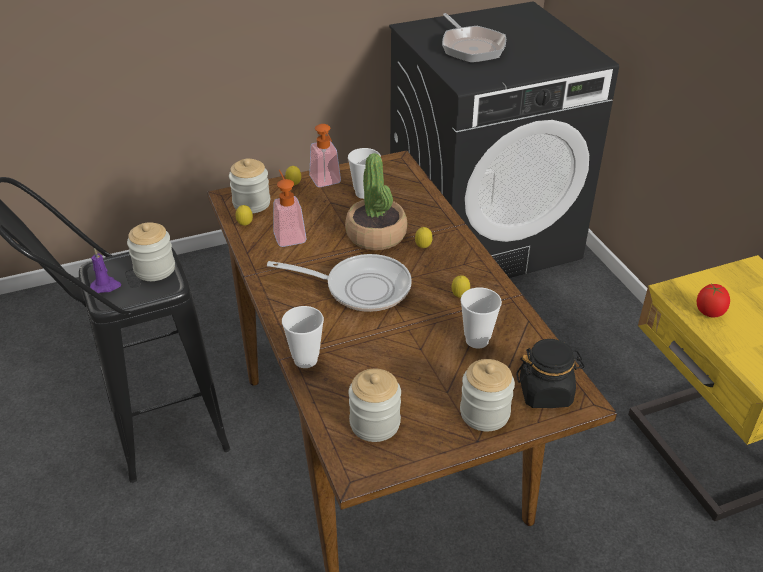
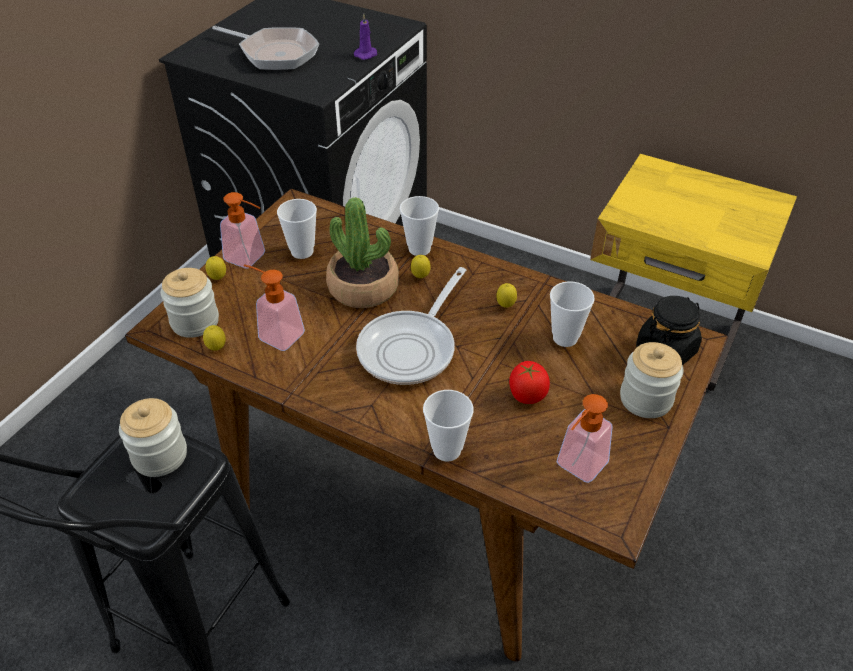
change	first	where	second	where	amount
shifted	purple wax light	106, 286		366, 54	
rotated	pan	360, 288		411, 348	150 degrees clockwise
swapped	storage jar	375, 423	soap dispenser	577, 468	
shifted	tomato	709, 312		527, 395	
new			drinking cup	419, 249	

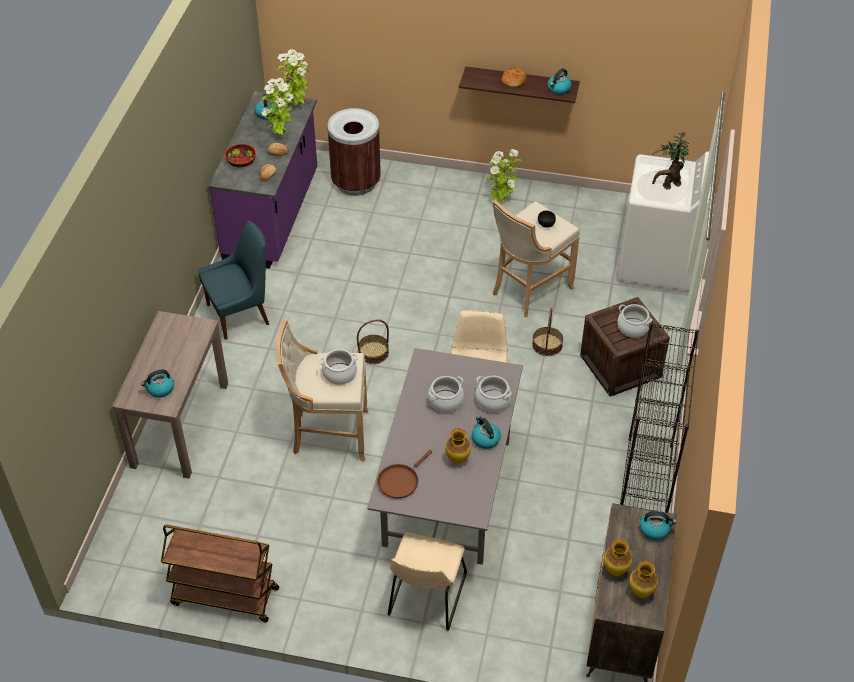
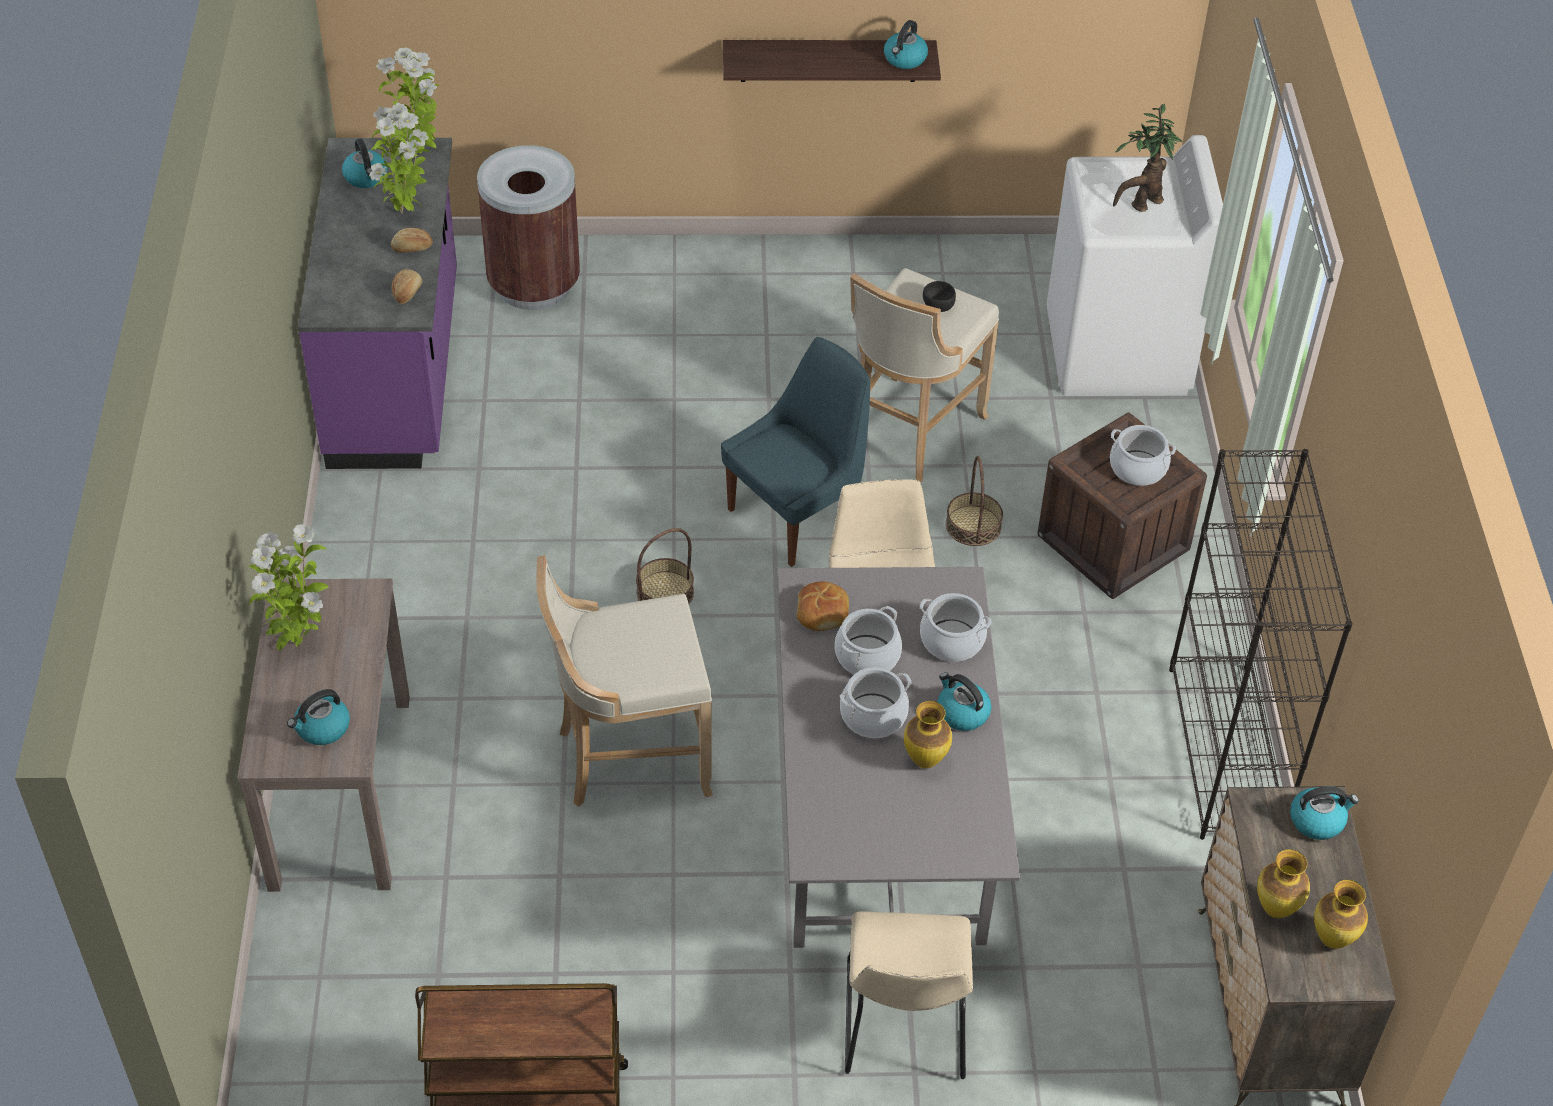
change	first	where	second	where	amount
shifted	bluish upright chair	240, 314		797, 515	
gone	bowl	241, 162			
shifted	stockpot	339, 374		873, 716	
gone	brownish pan	400, 481			
shifted	houseplant	500, 202		298, 642	
shifted	bakery bread	514, 81		822, 612	

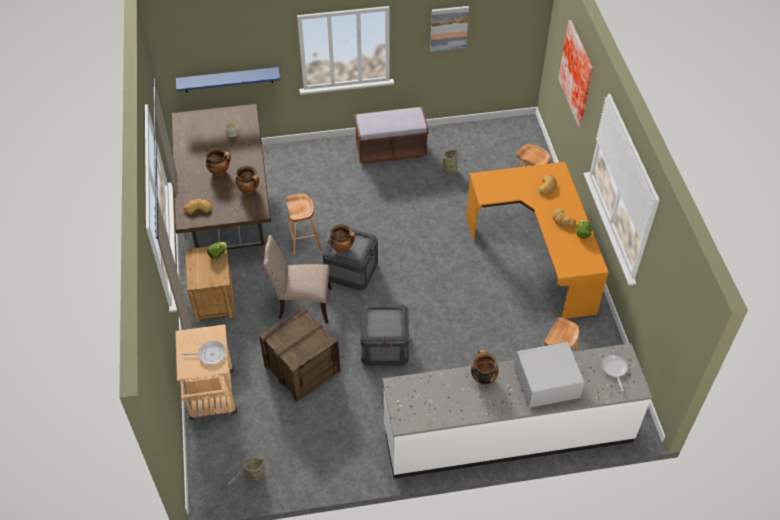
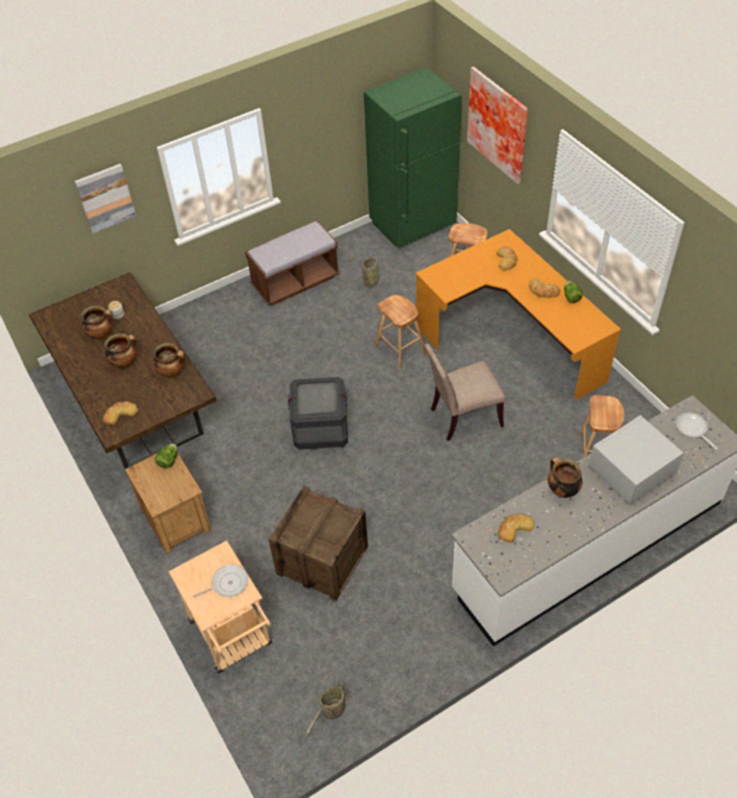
change	first	where	second	where	amount
gone	bluish shelf	228, 79			
shifted	beige upright chair	302, 304		462, 417	
shifted	brownish sitting stool	304, 239		400, 349	
shifted	stockpot	342, 248		102, 334	
gone	crate	384, 347			
shifted	wall art	449, 28		105, 198	
new			greenish refrigerator	413, 225	
new			bakery bread	514, 528	

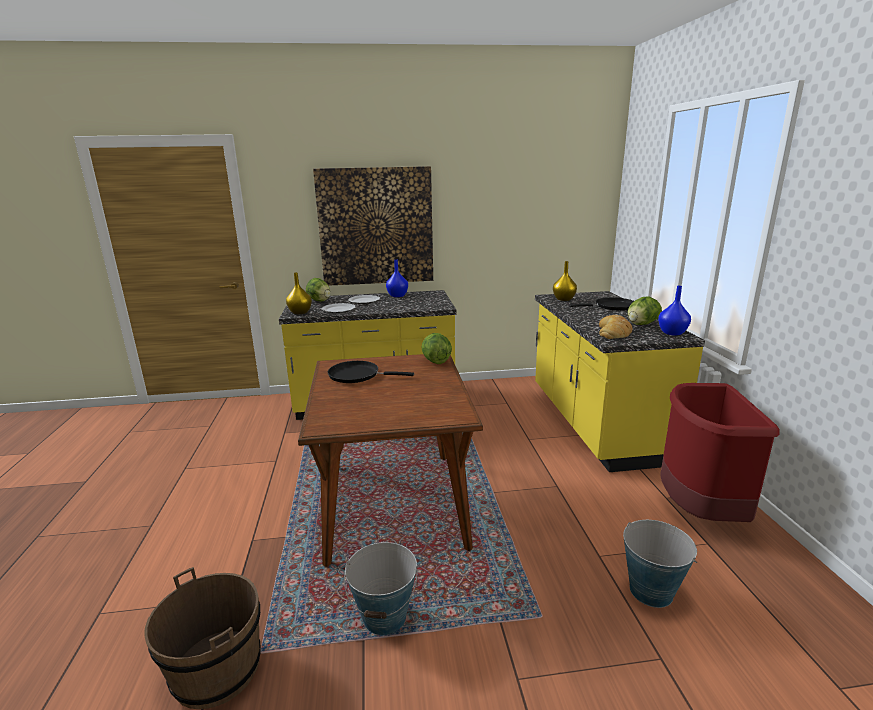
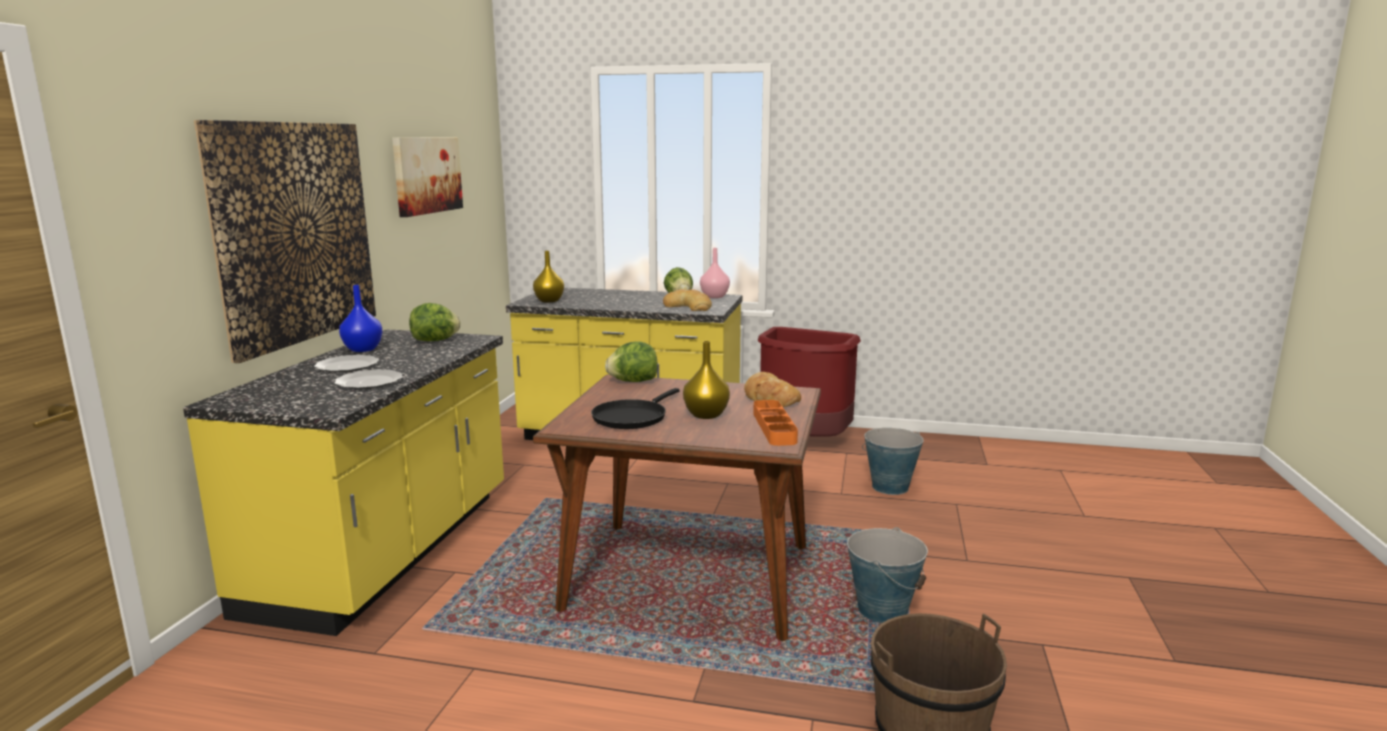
change	first	where	second	where	amount
shifted	yellowish vase	300, 312		705, 415	
shifted	lettuce	319, 301		435, 340	
gone	blackish pan	612, 307			
repainted	bluish vase	672, 333	pinkish vase	715, 297	
new			wall art	427, 175	
new			bakery bread	769, 397	
new			orangey tray	774, 427	

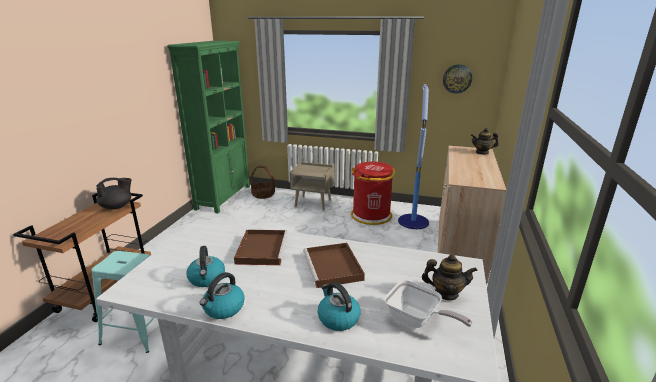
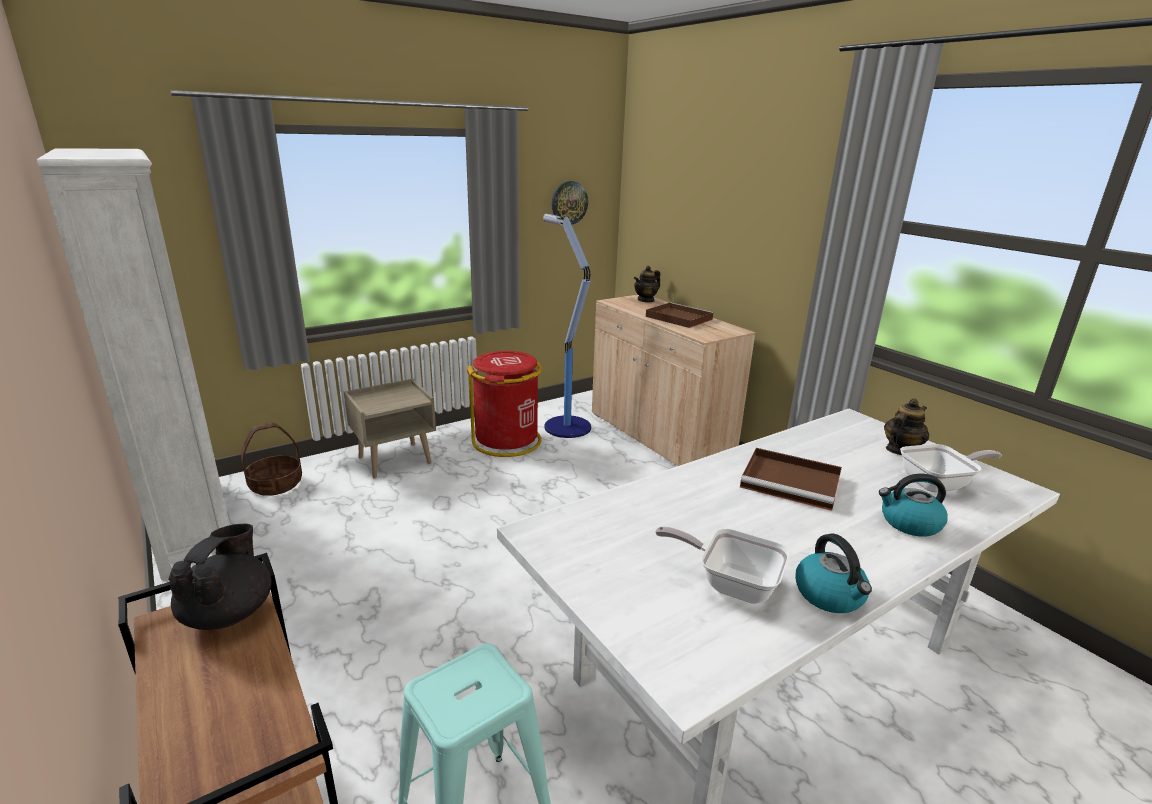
change	first	where	second	where	amount
repainted	greenish bookshelf	224, 197	whitish bookshelf	192, 524	
swapped	tea kettle	207, 278	pan	730, 583	
shifted	brownish tray	262, 248		677, 318	

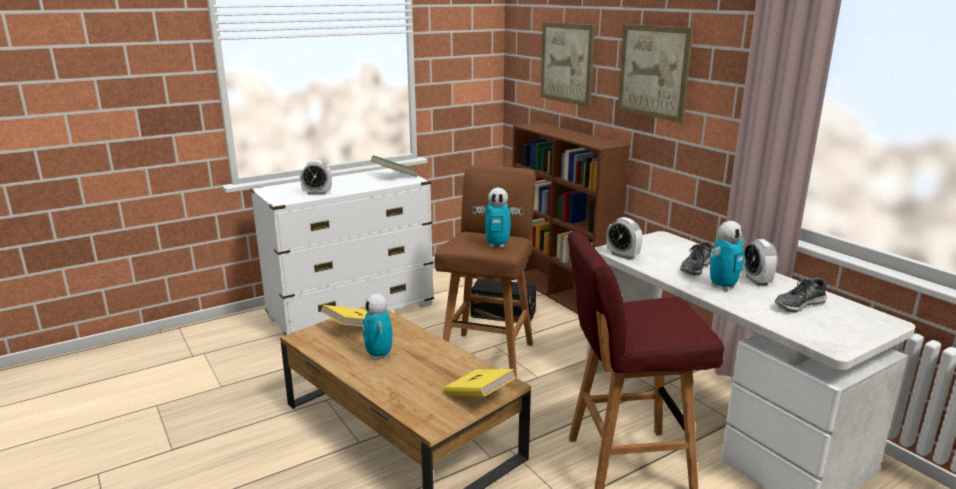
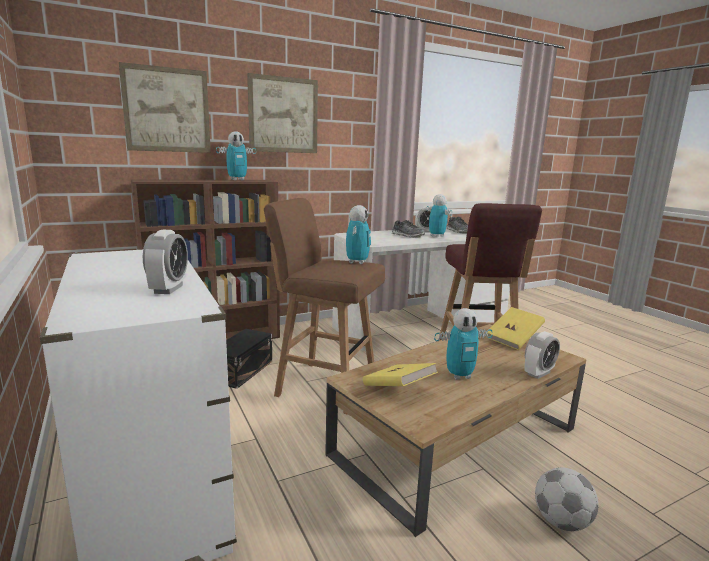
change	first	where	second	where	amount
gone	greenish volume	395, 176			
shifted	table clock	622, 255		538, 373	
new			model robot	237, 180	
new			football	561, 522	

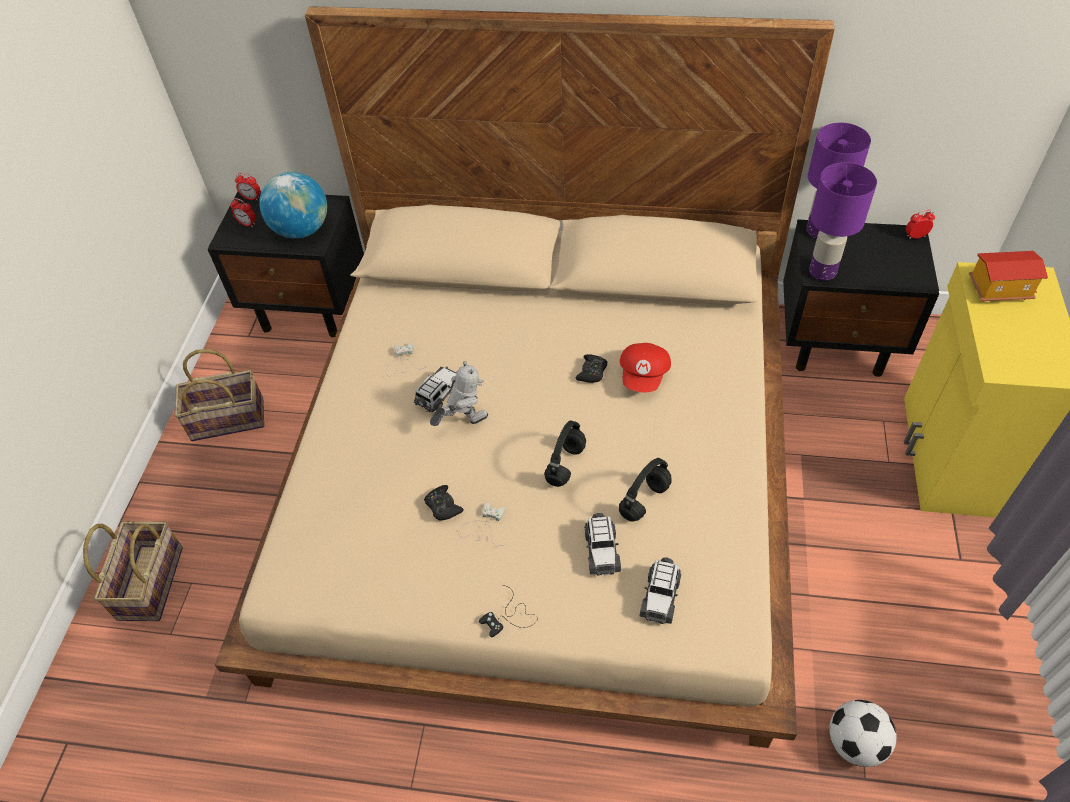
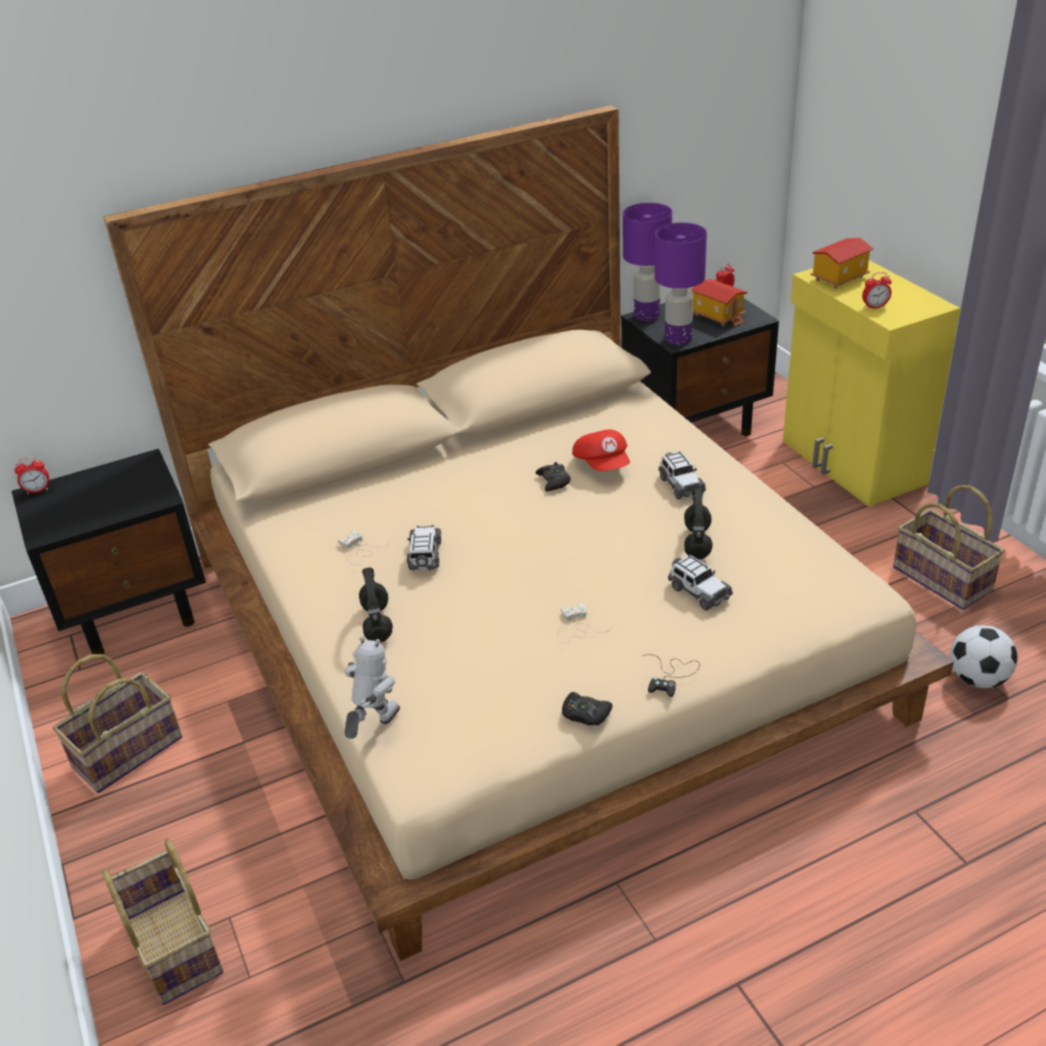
change	first	where	second	where	amount
shifted	table clock	247, 224		874, 307	
gone	world globe	301, 230			
shifted	blackish joypad	443, 506		585, 714	
shifted	model robot	463, 422		374, 727	
shifted	blackish headphones	566, 465		378, 624	
shifted	miniature car	660, 596		680, 485	
new			toy house	718, 316	
new			household basket	943, 579	

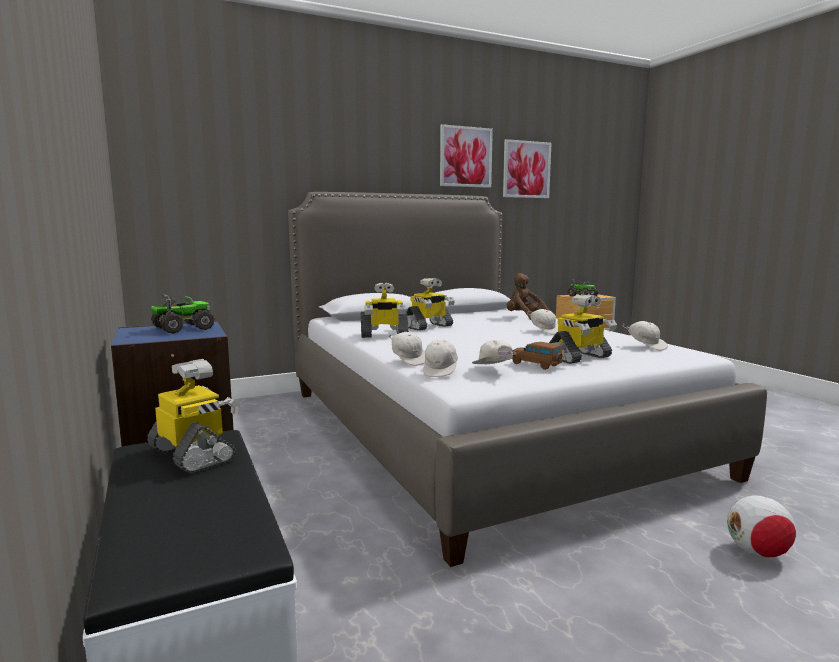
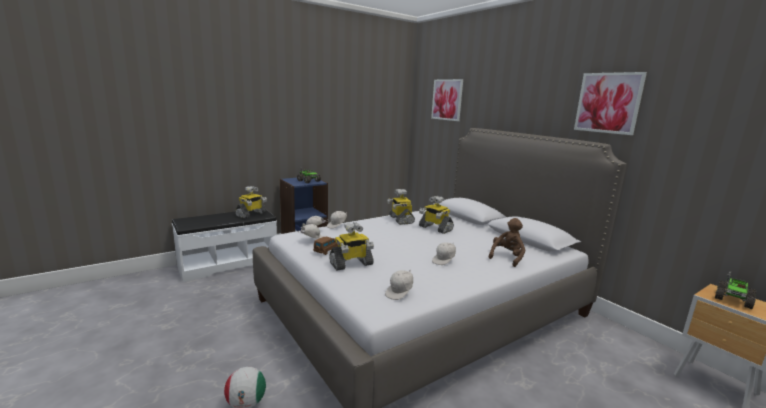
change	first	where	second	where	amount
shifted	wall art	526, 169		447, 99	
rotated	model robot	579, 358		351, 264	75 degrees counterclockwise

